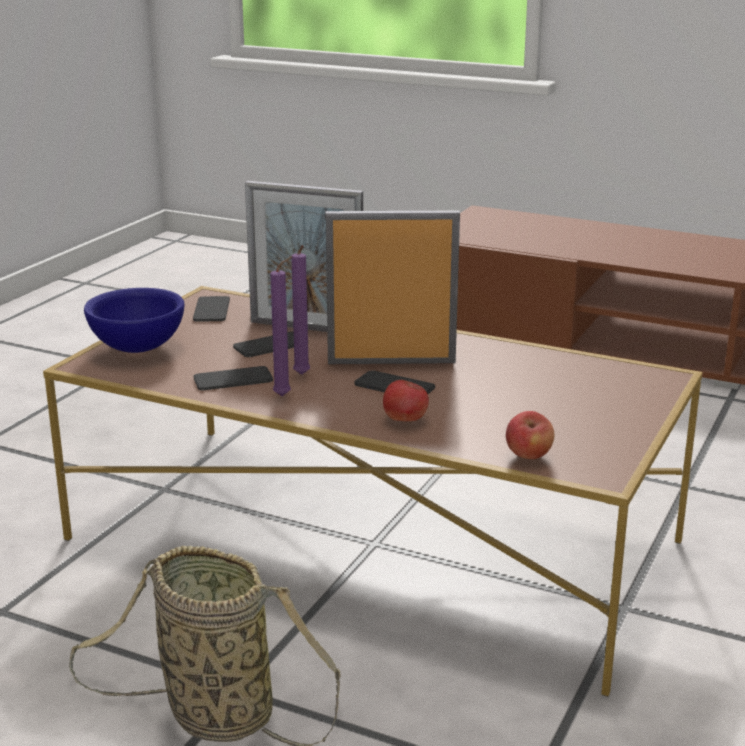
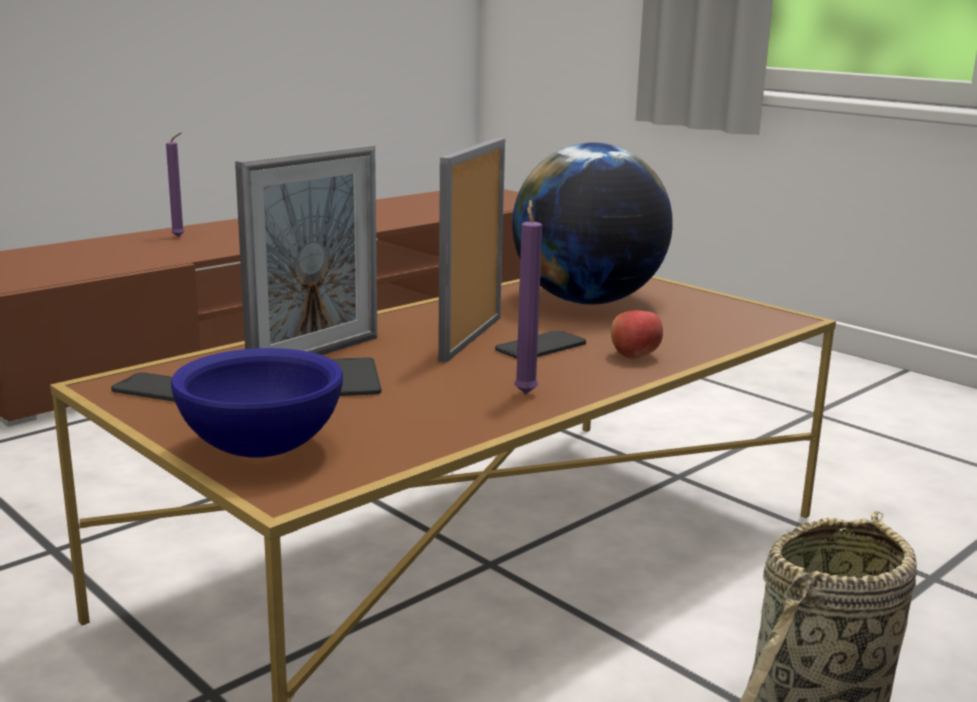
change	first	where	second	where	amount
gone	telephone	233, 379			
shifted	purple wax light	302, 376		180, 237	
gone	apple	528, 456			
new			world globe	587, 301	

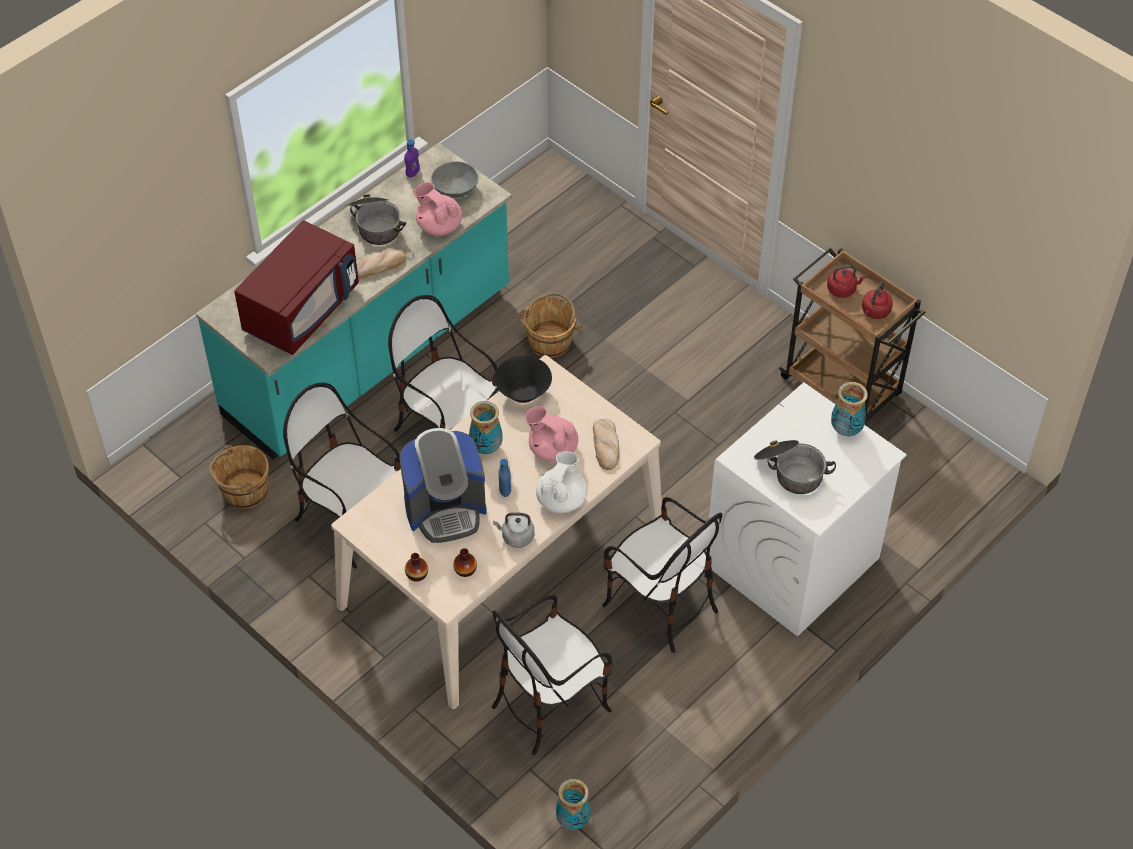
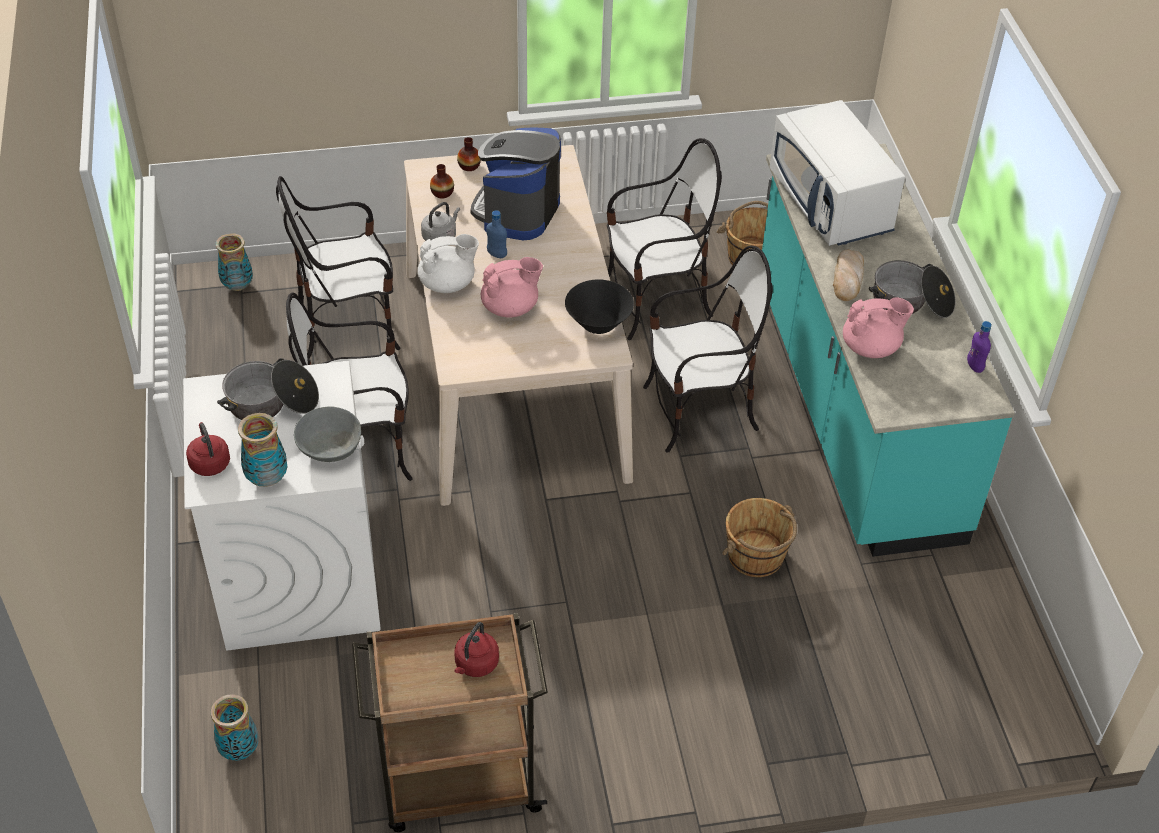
change	first	where	second	where	amount
repainted	reddish microwave	301, 309	whitish microwave	830, 204	
shifted	grey bowl	455, 190		329, 447	
shifted	vase	485, 447		240, 750	
rotated	upright chair	550, 704		347, 327	105 degrees counterclockwise
rotated	whitish tea pot	562, 499		448, 283	75 degrees counterclockwise
gone	bakery bread	606, 446			
shifted	reddish tea kettle	875, 312		209, 462	

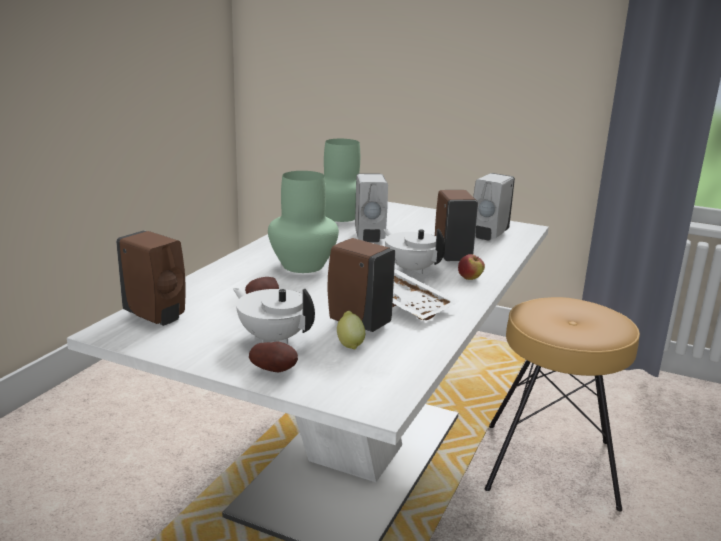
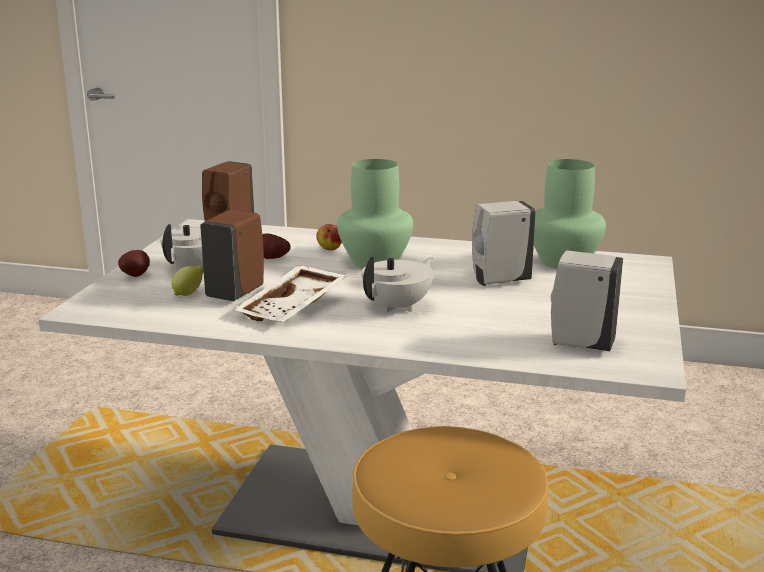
change	first	where	second	where	amount
gone	brownish soap dispenser	452, 256			
shifted	apple	470, 278		330, 249	

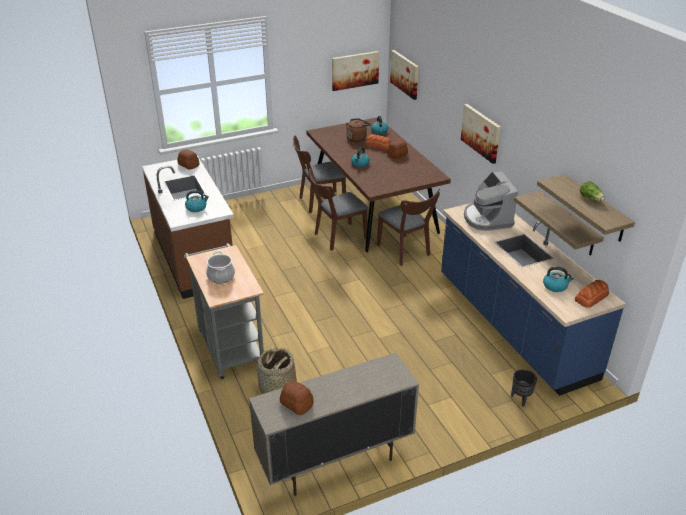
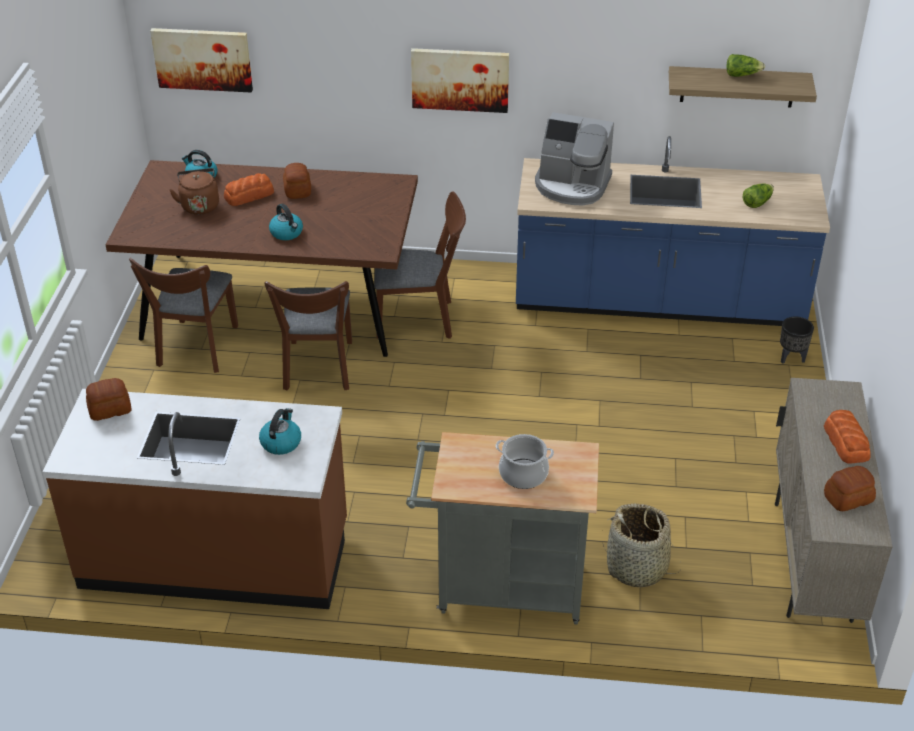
change	first	where	second	where	amount
gone	wall art	355, 70			
gone	shelf	568, 224			
swapped	tea kettle	555, 286	lettuce	757, 202	
shifted	bakery bread	592, 297		846, 442	

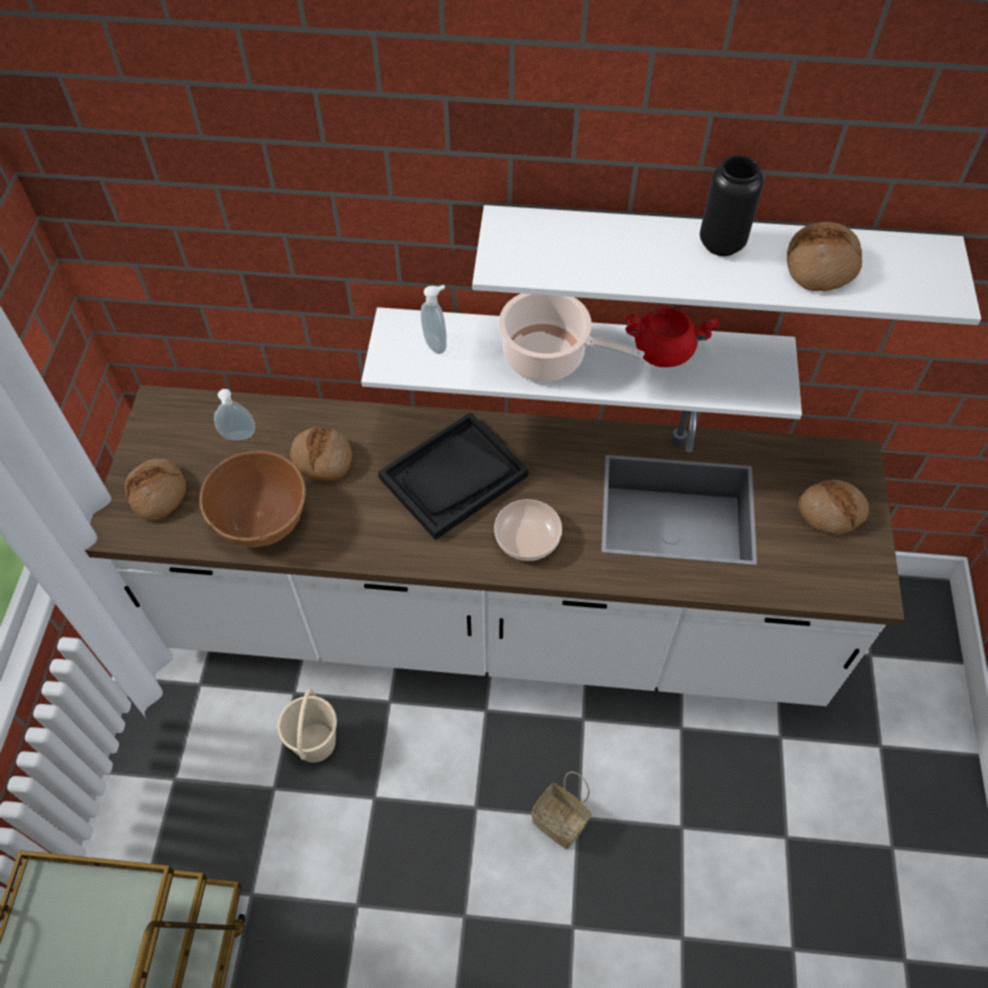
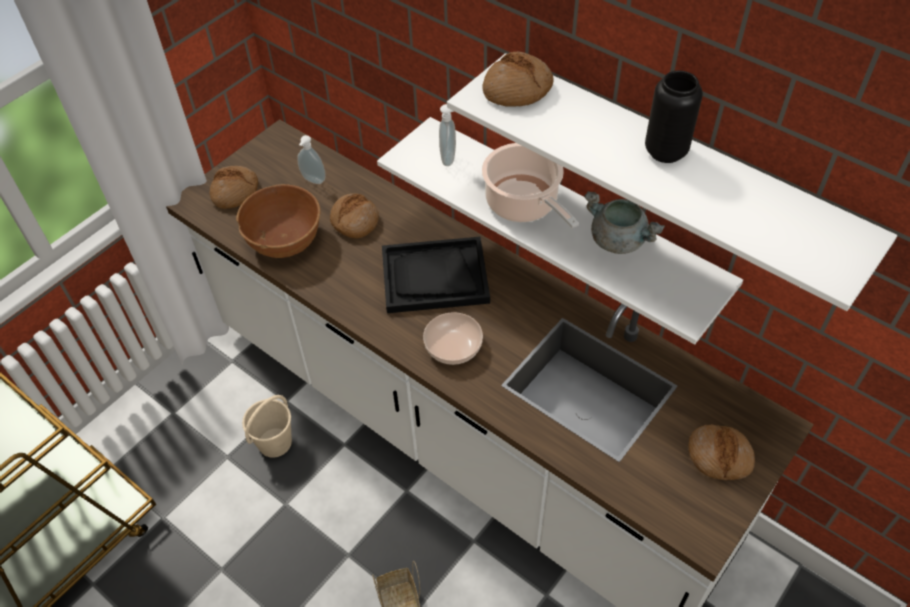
change	first	where	second	where	amount
repainted	reddish stockpot	664, 351	grey stockpot	619, 240	
shifted	bakery bread	821, 266		517, 90	

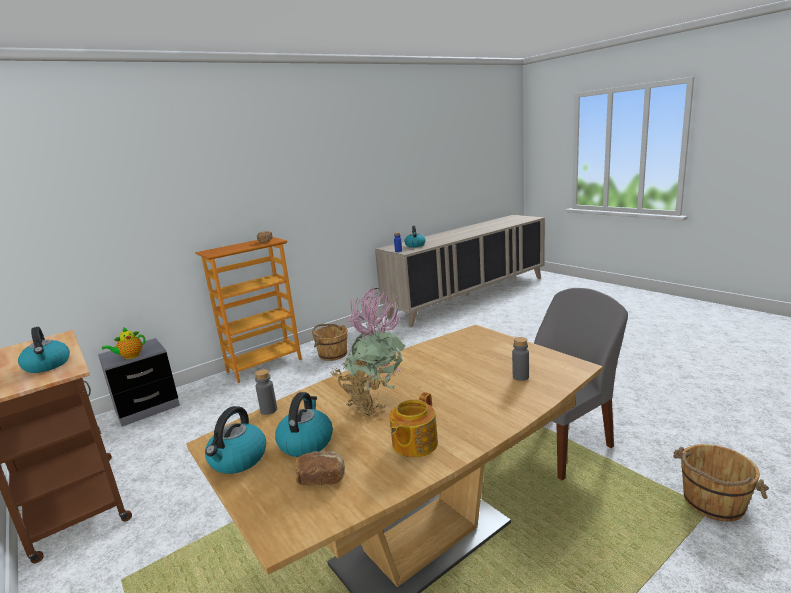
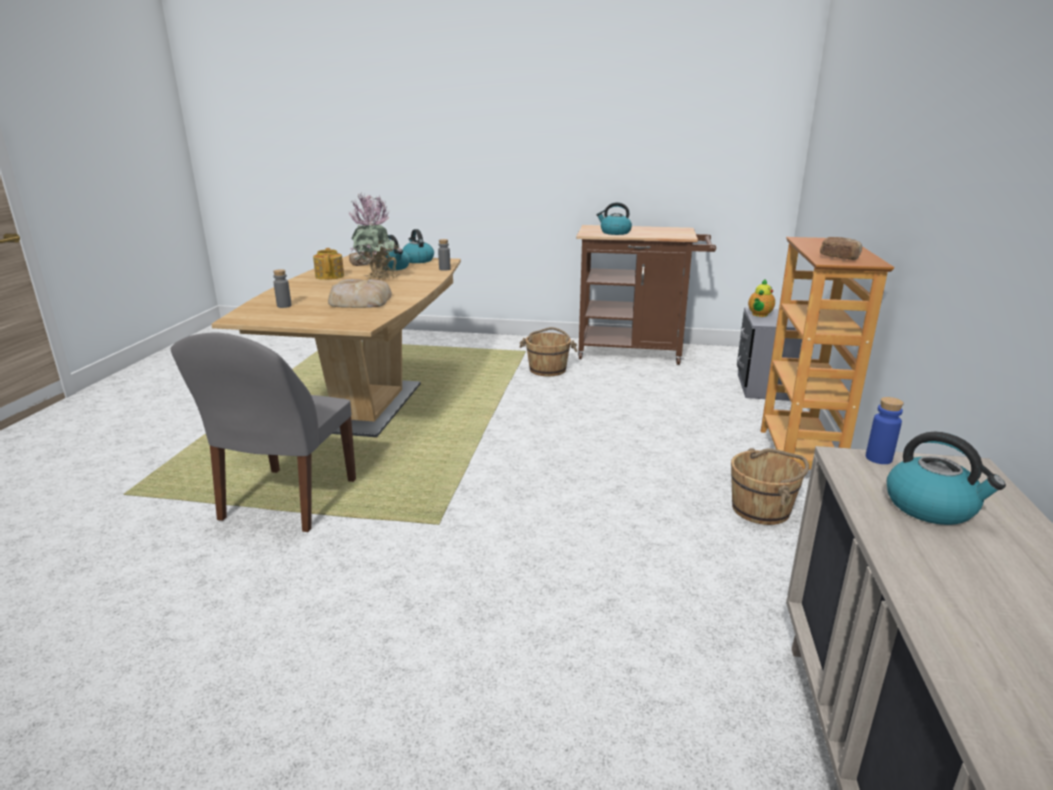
change	first	where	second	where	amount
rotated	tea pot	130, 357		759, 315	150 degrees counterclockwise
shifted	brownish bucket	712, 503		548, 369	
new			bakery bread	359, 301	

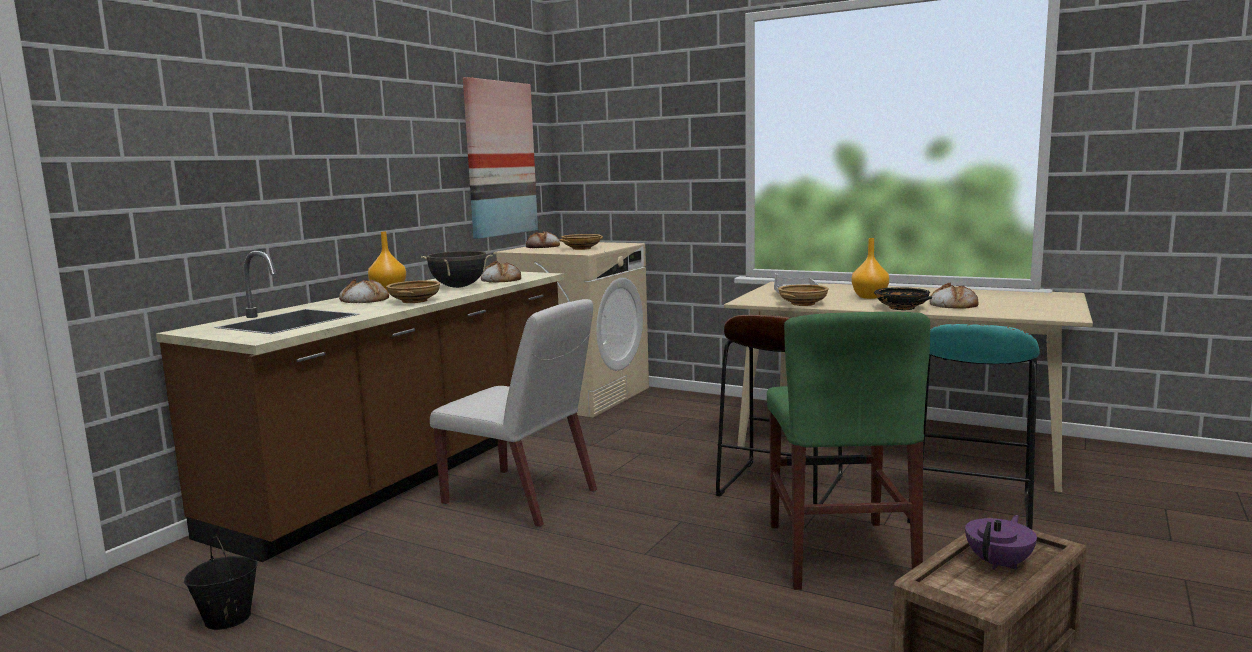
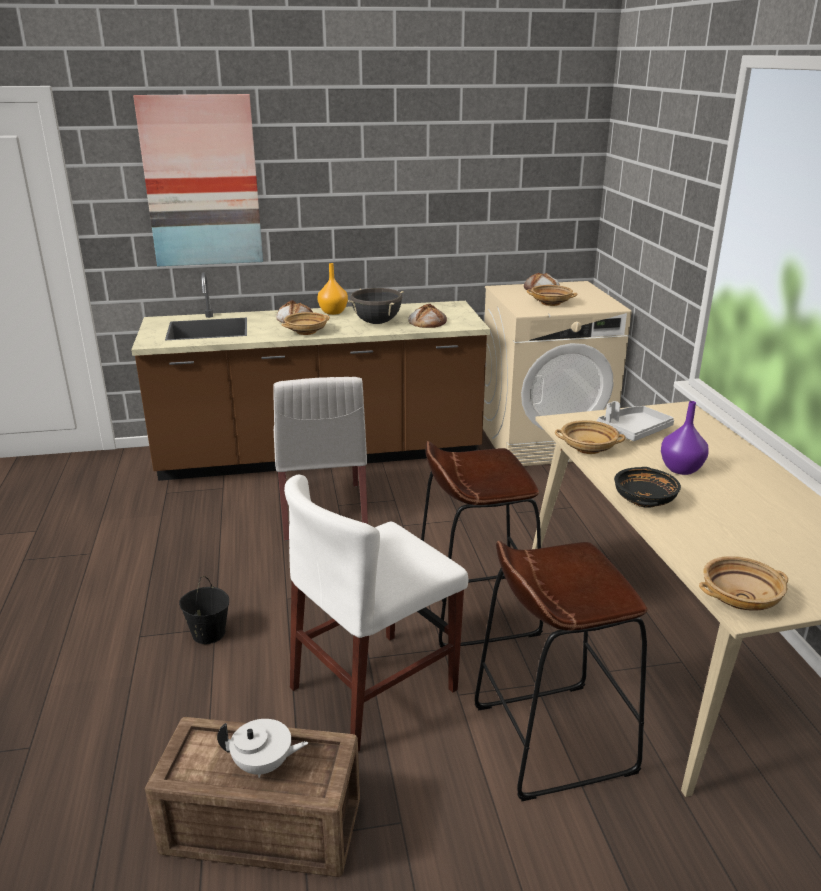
change	first	where	second	where	amount
shifted	blackish bucket	227, 619		208, 633	
shifted	wall art	500, 159		202, 182	
repainted	greenish upright chair	839, 553	whitish upright chair	374, 688	
repainted	orangey vase	870, 297	purple vase	682, 469	
repainted	turquoise-coloured sitting stool	969, 510	brownish sitting stool	552, 738	
gone	bakery bread	952, 304			
repainted	purple tea pot	999, 563	whitish tea pot	263, 765	
new			beige bowl	740, 598	

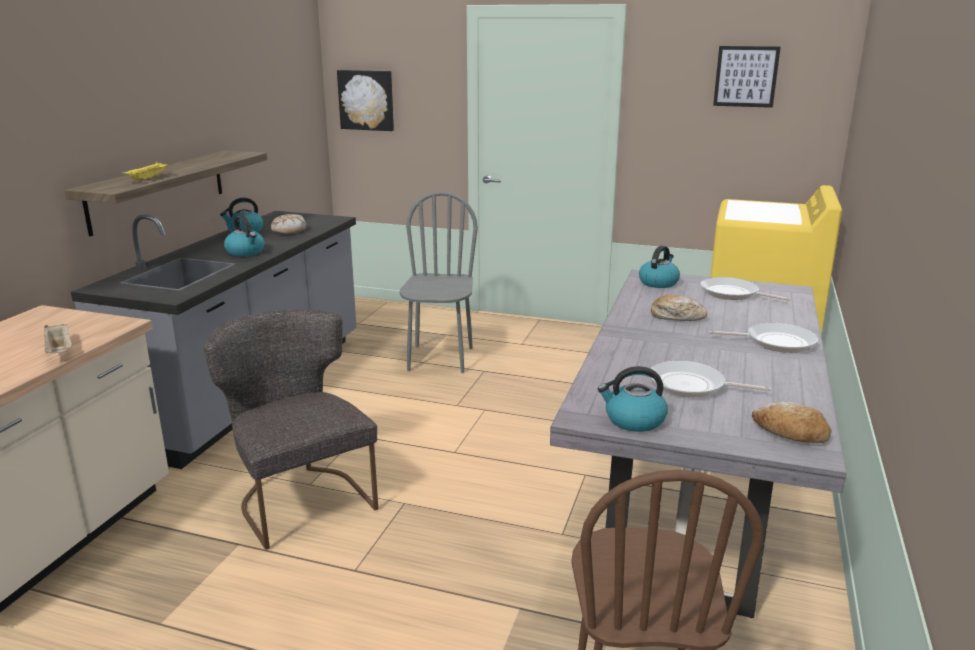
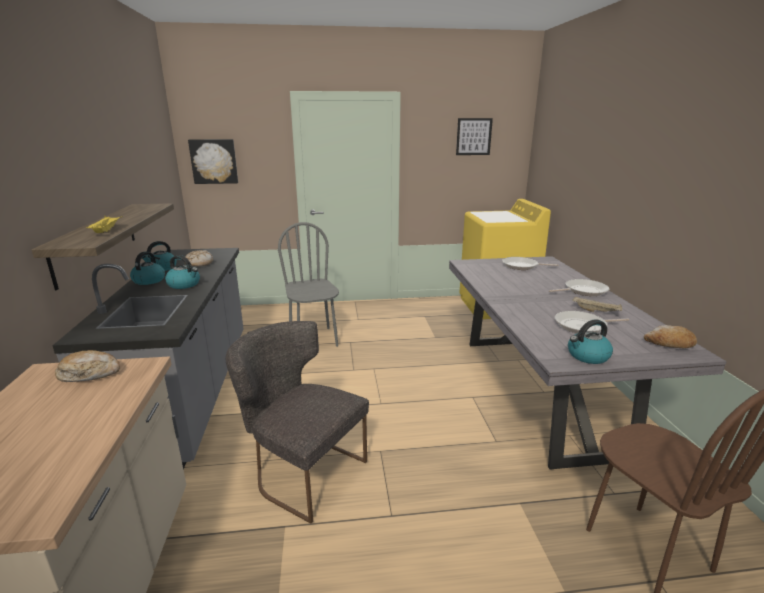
change	first	where	second	where	amount
shifted	beige tray	60, 351		596, 311	
shifted	tea kettle	658, 282		149, 280	
shifted	bakery bread	677, 316		89, 374	

